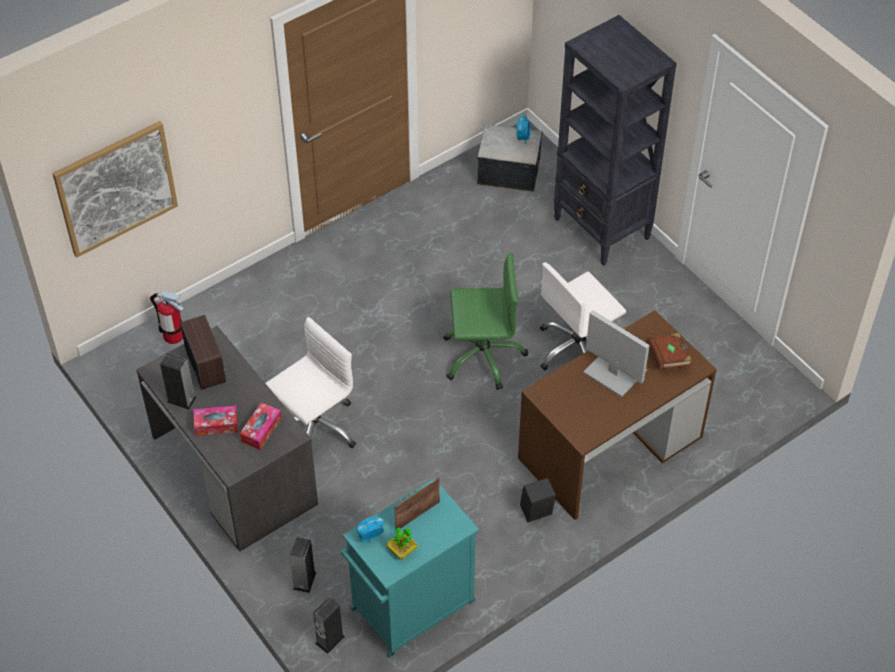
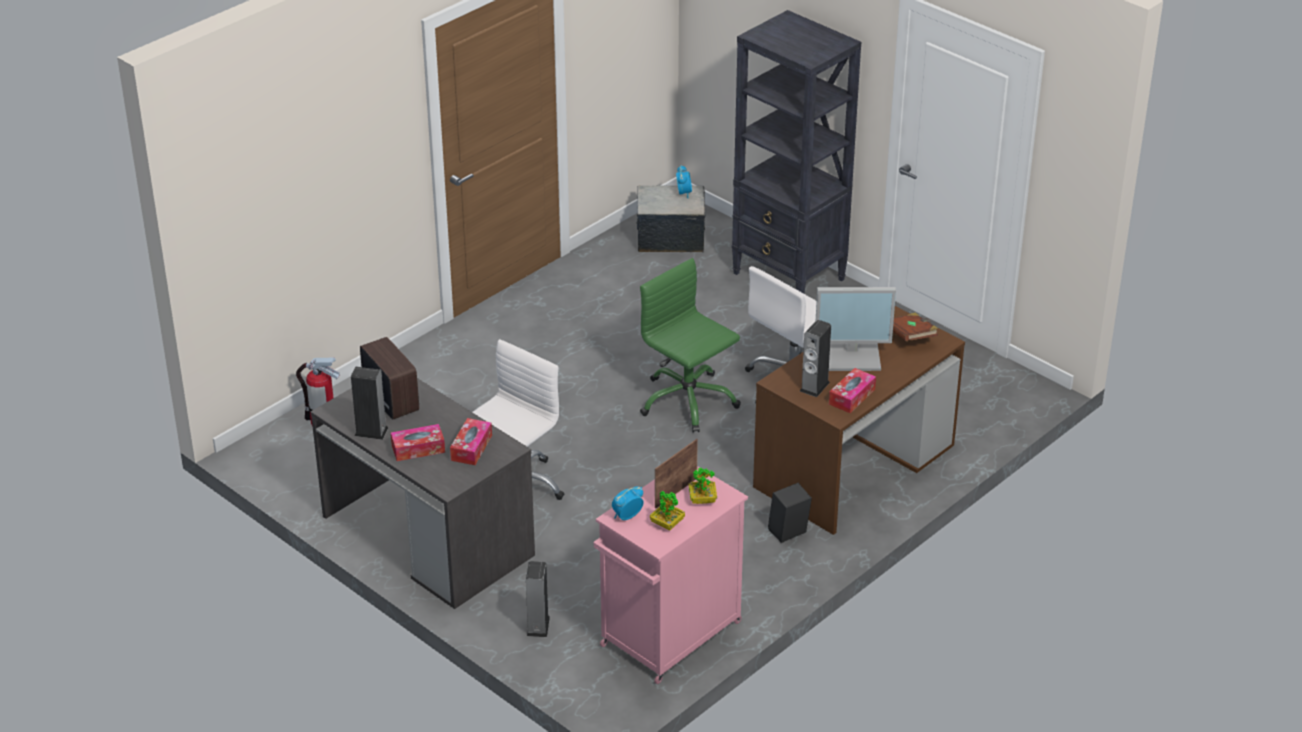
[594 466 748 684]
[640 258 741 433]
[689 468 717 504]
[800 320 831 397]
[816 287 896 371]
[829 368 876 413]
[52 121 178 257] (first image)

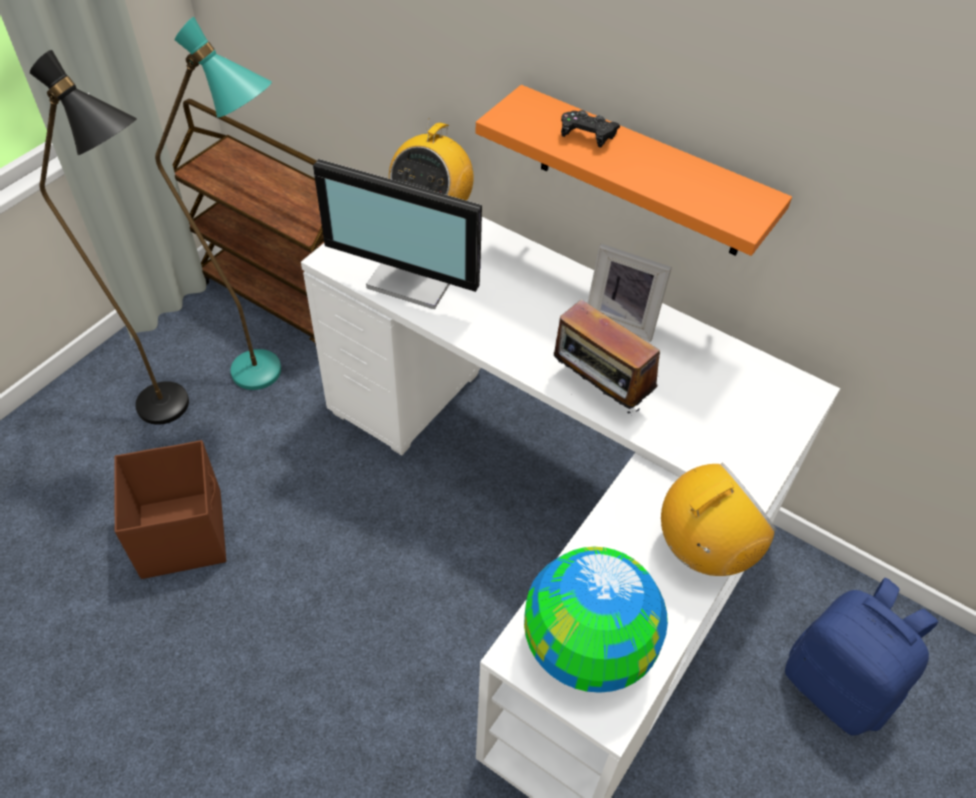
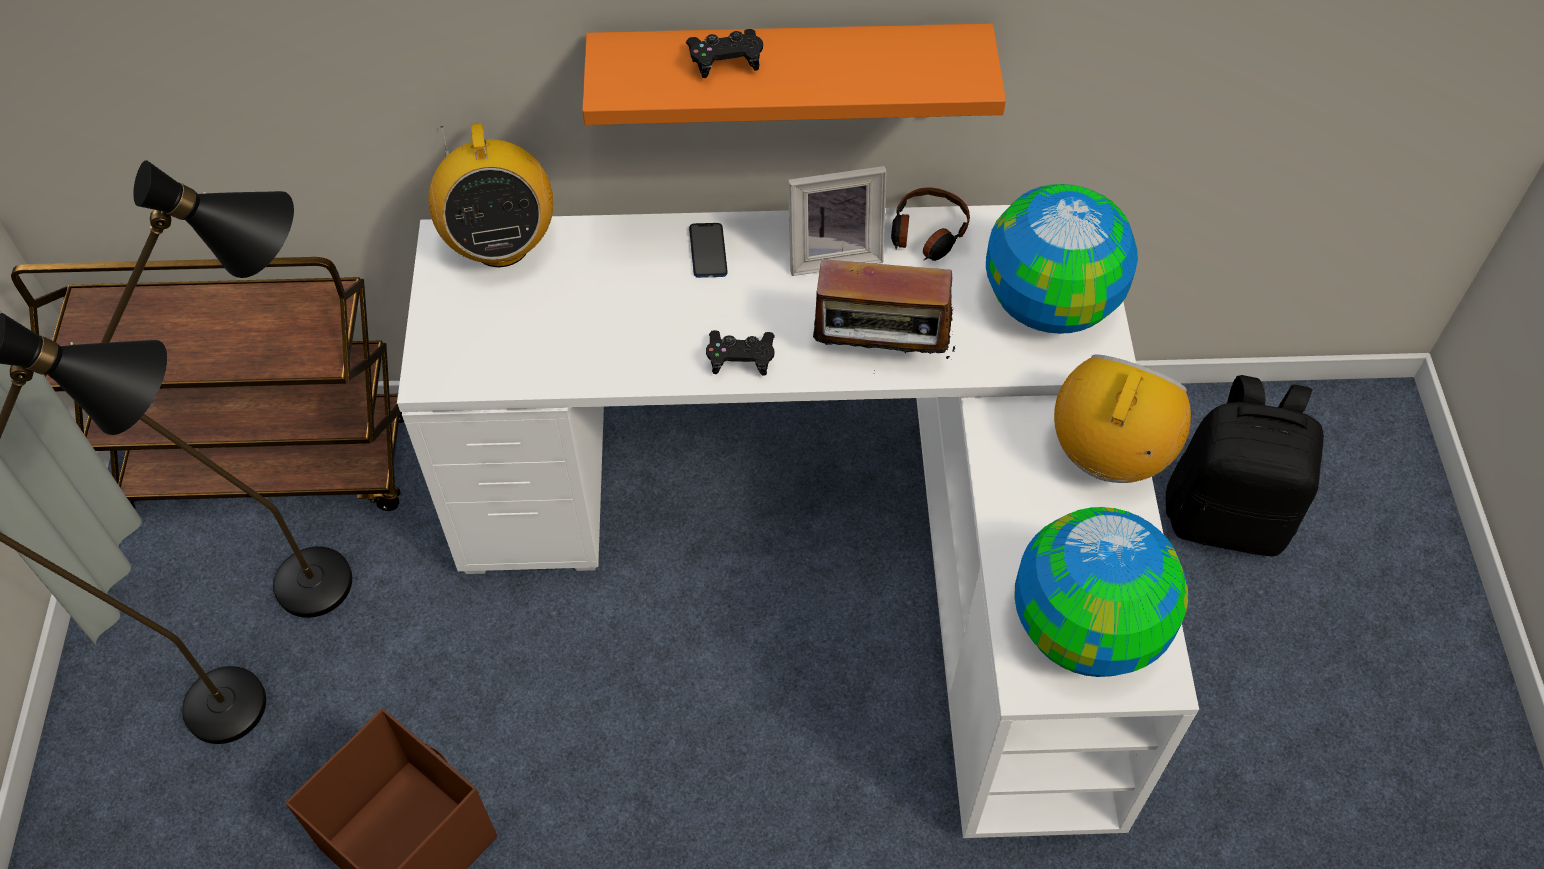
[101 160 352 618]
[689 223 728 278]
[706 330 775 376]
[891 187 970 261]
[986 184 1138 334]
[1166 375 1324 556]
[313 159 482 309] (first image)

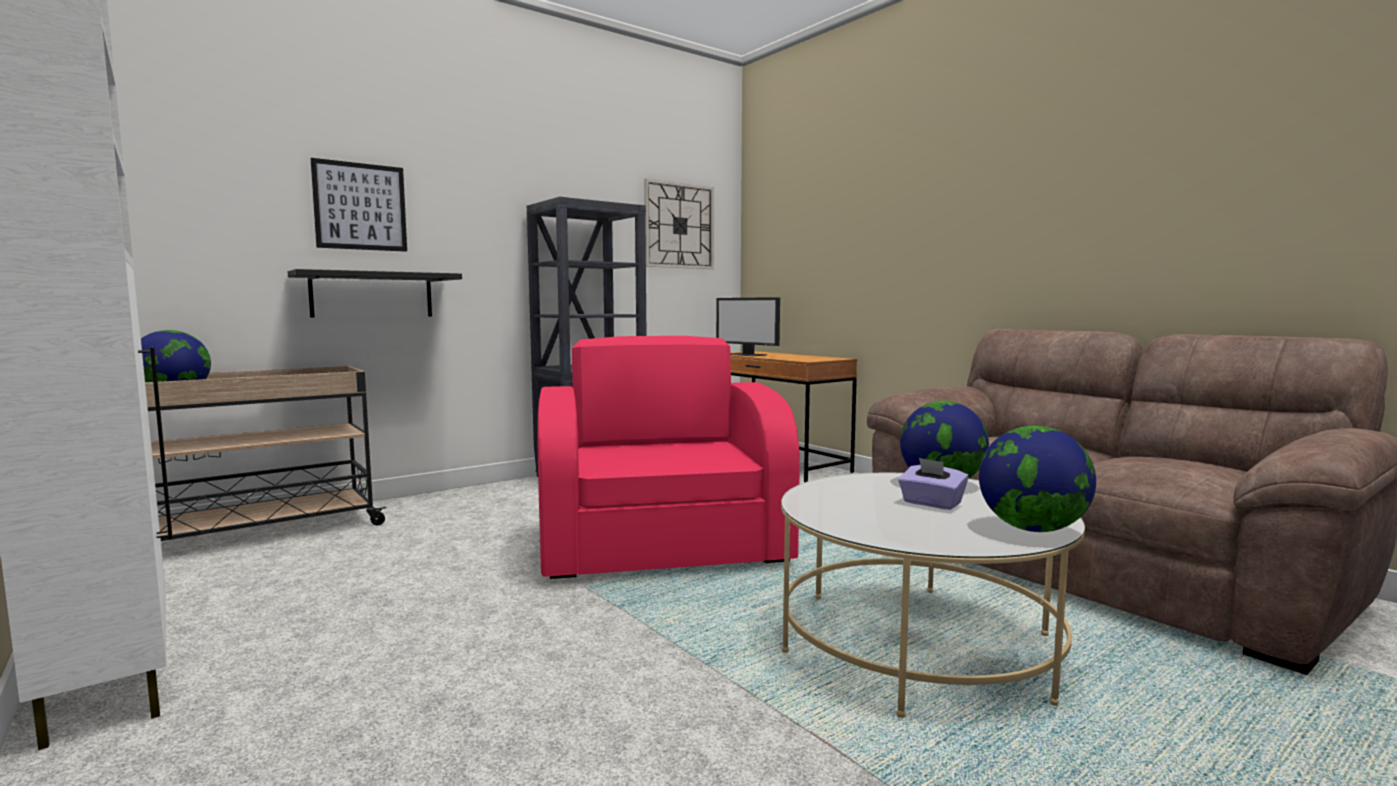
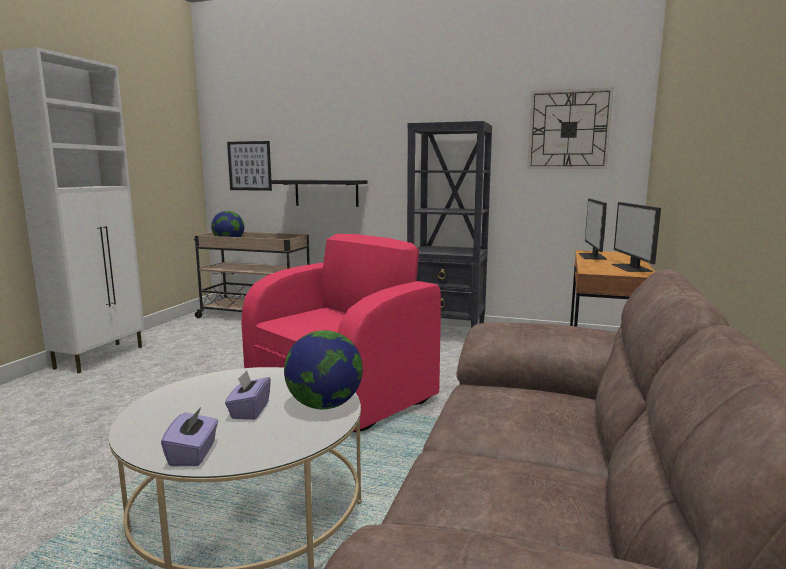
[161 406 218 466]
[227 141 272 191]
[612 202 661 272]

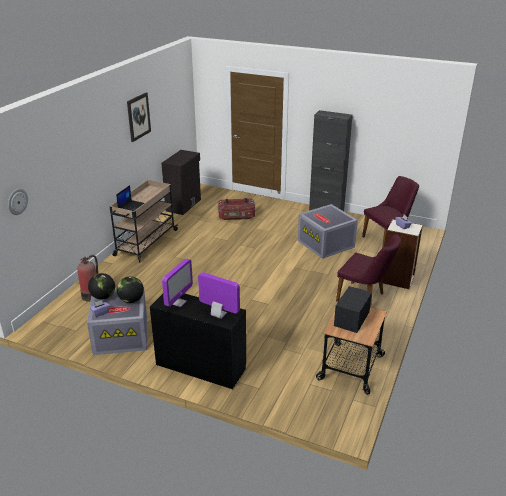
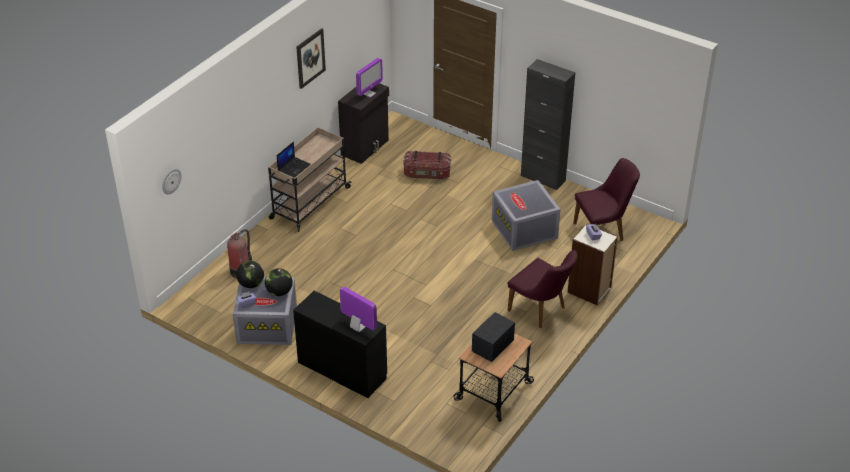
[356 58 383 97]

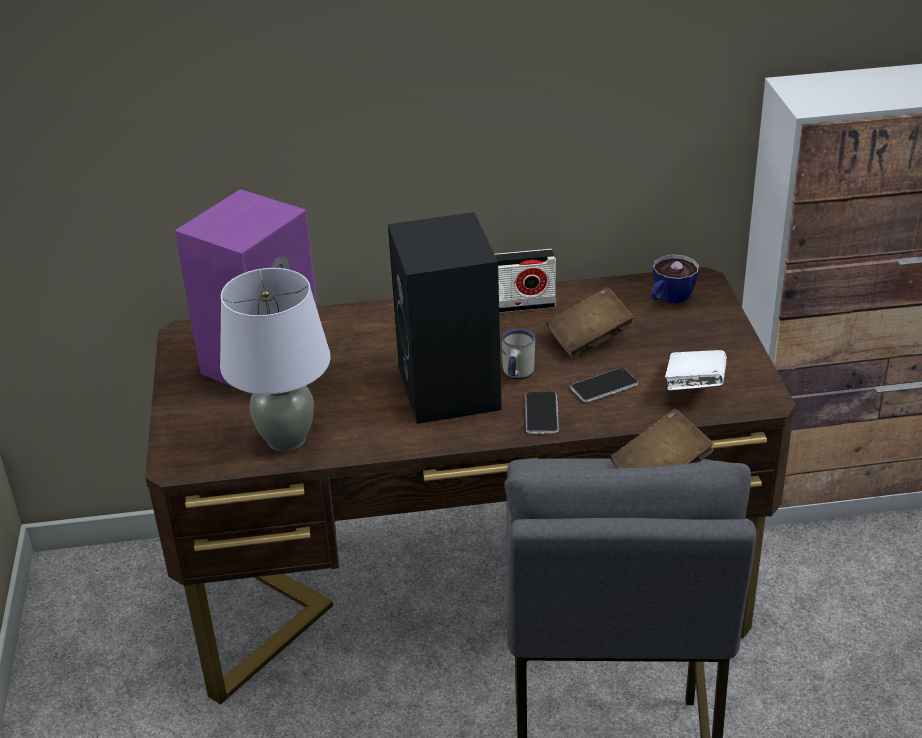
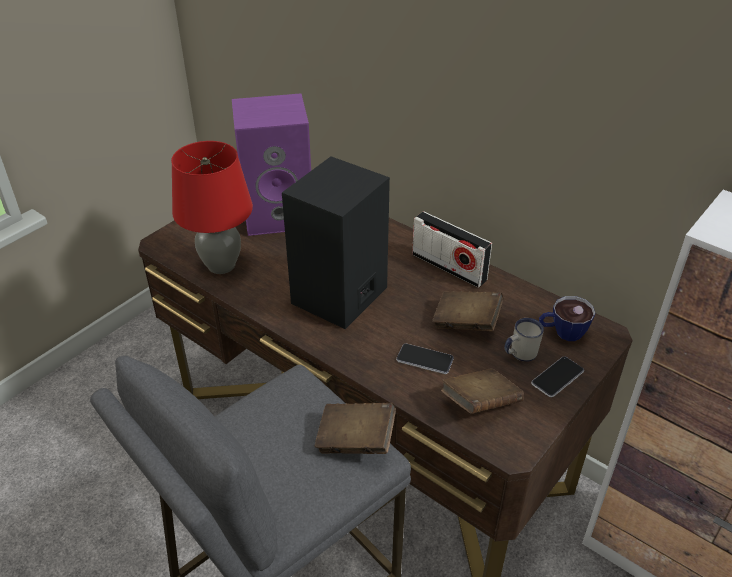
[171 141 253 274]
[441 369 524 414]
[504 318 544 362]
[531 357 584 397]

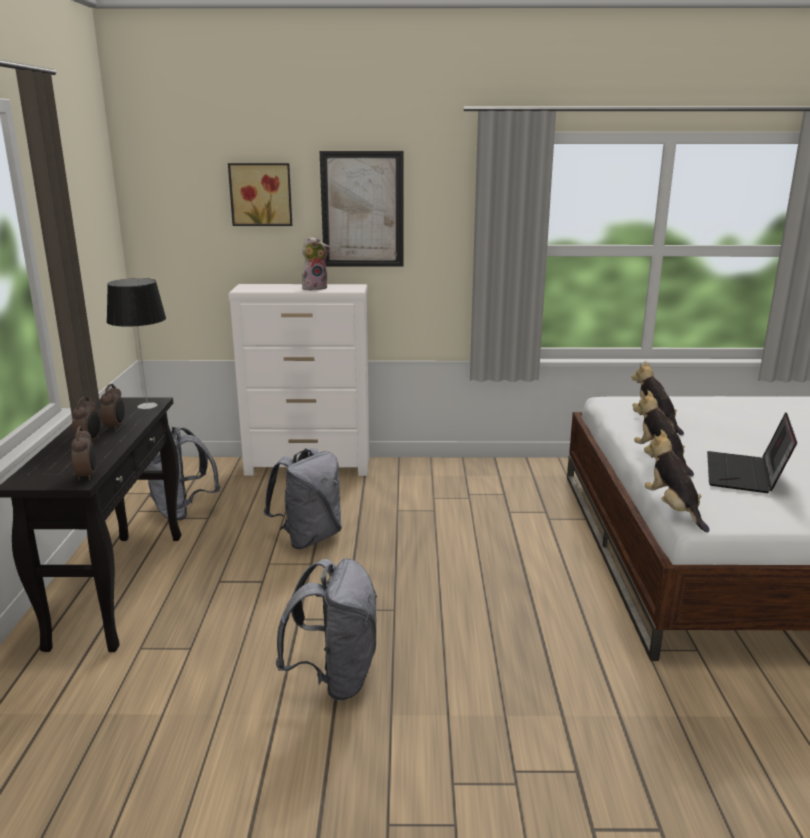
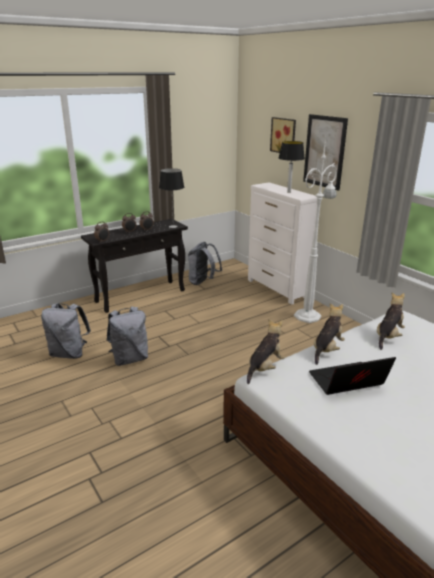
[41 303 91 359]
[278 141 305 193]
[294 137 337 323]

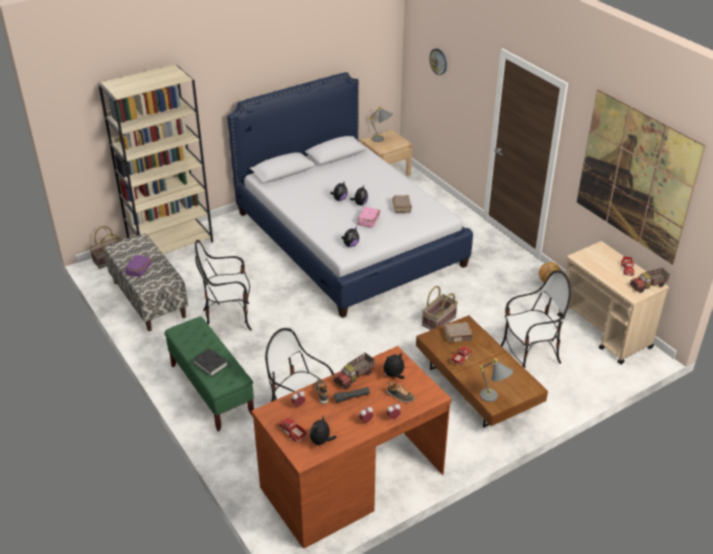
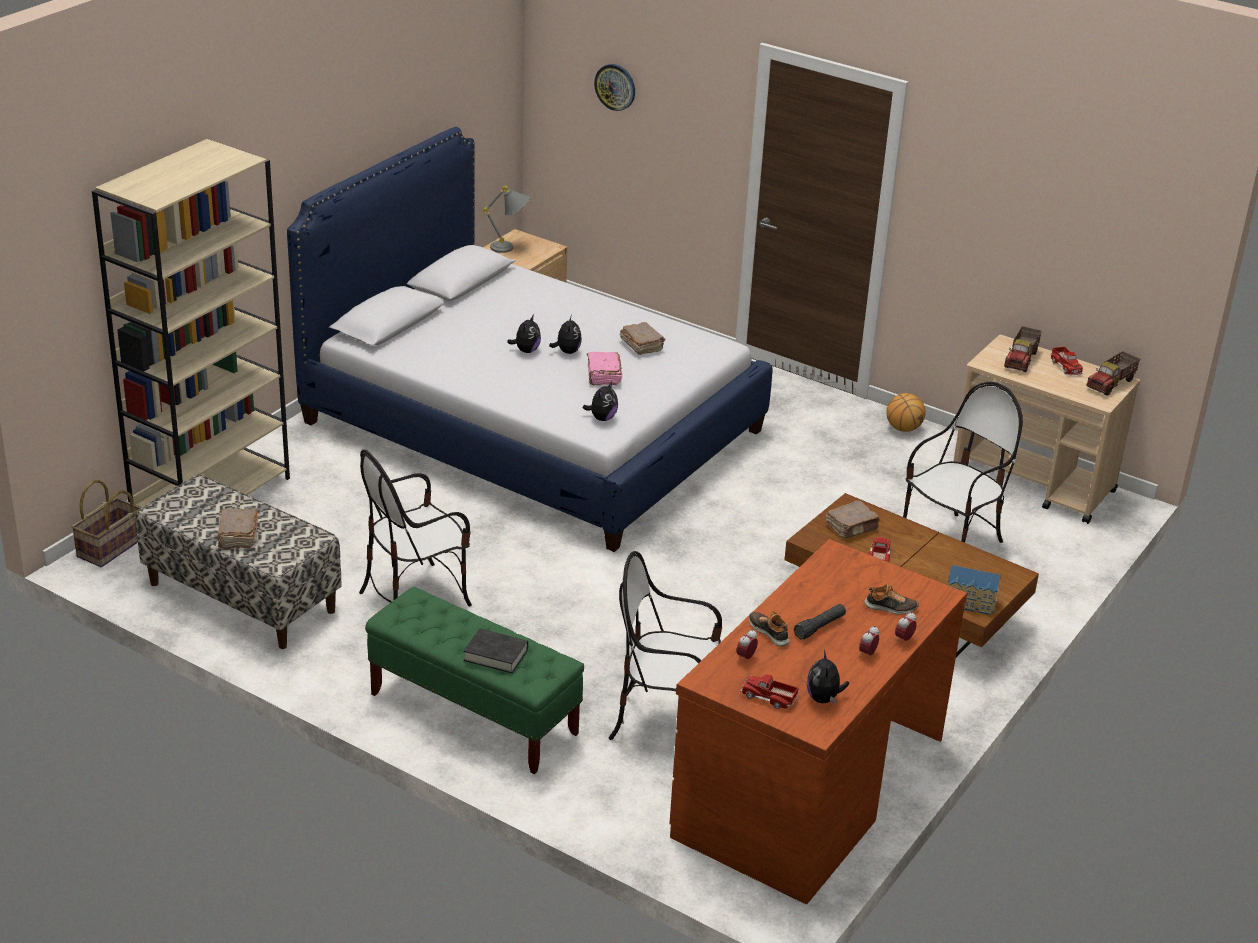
[218 508 258 548]
[948 565 1001 615]
[1004 326 1042 372]
[384 353 404 379] (first image)
[422 286 458 330] (first image)
[577 90 705 265] (first image)

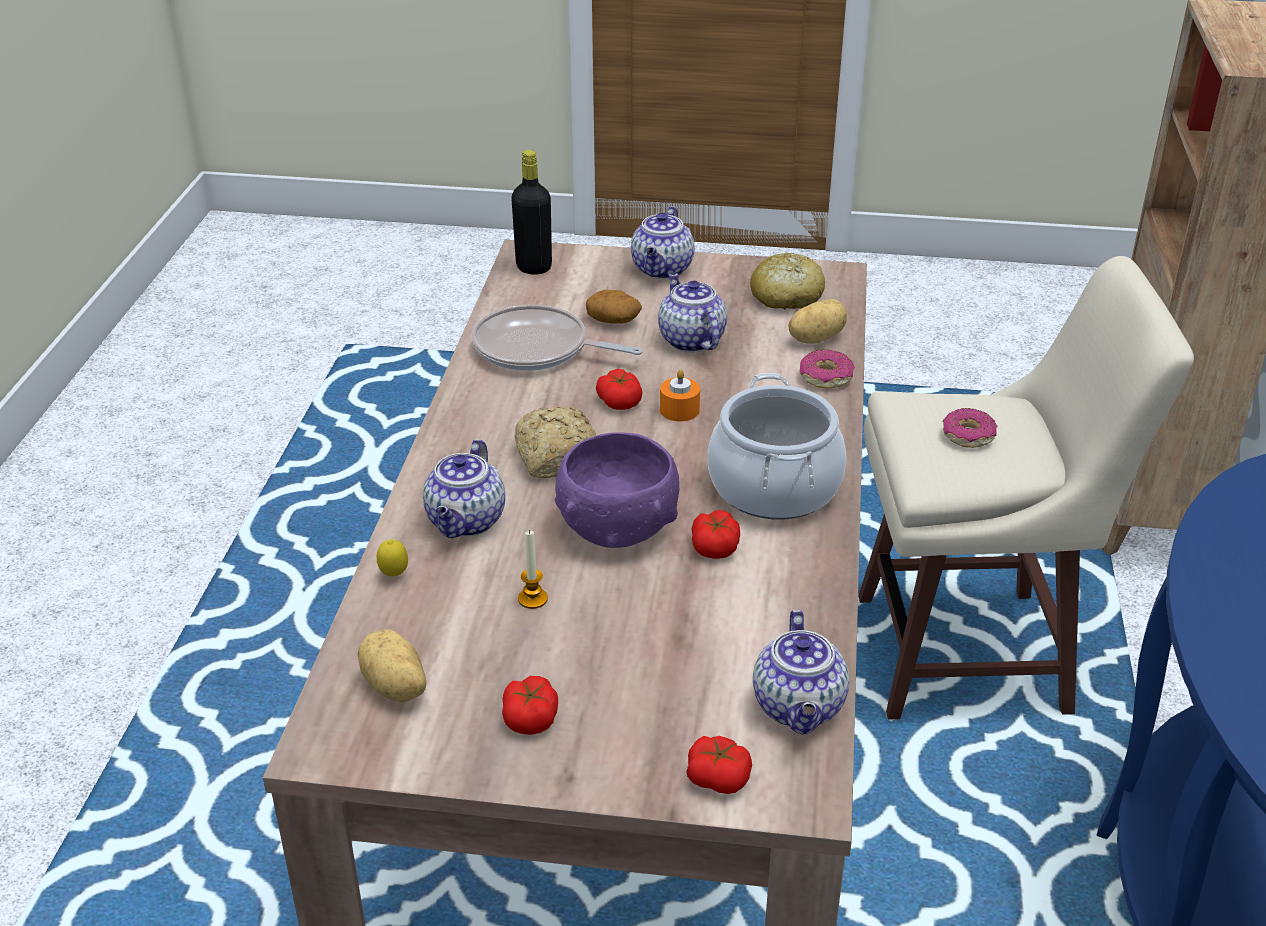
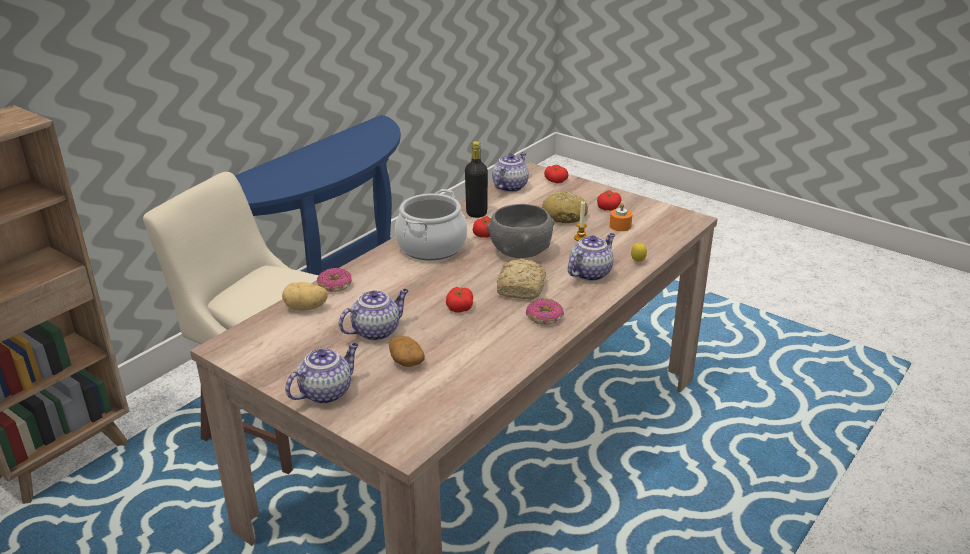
[339 289 409 341]
[465 141 488 218]
[487 204 555 258]
[526 299 564 325]
[542 191 588 224]
[610 203 632 231]
[358 629 426 702] (first image)
[472 304 643 371] (first image)

